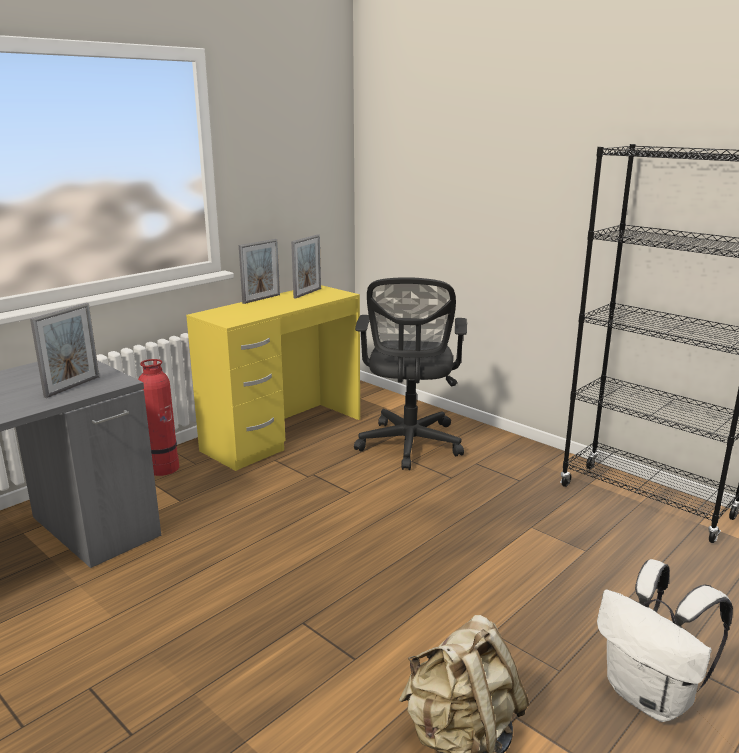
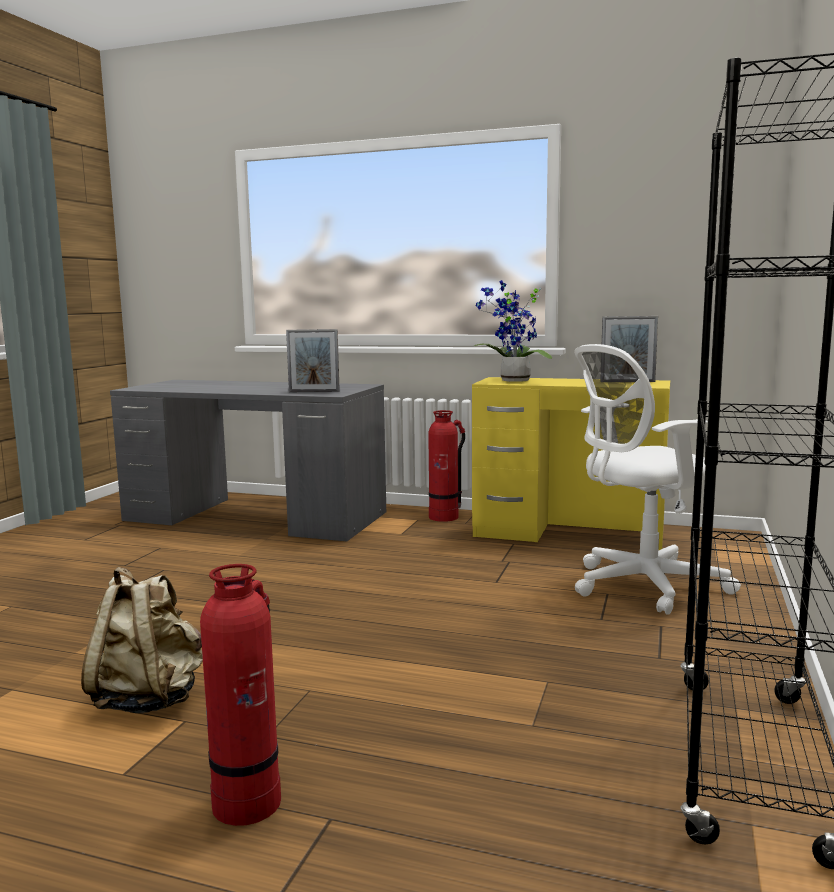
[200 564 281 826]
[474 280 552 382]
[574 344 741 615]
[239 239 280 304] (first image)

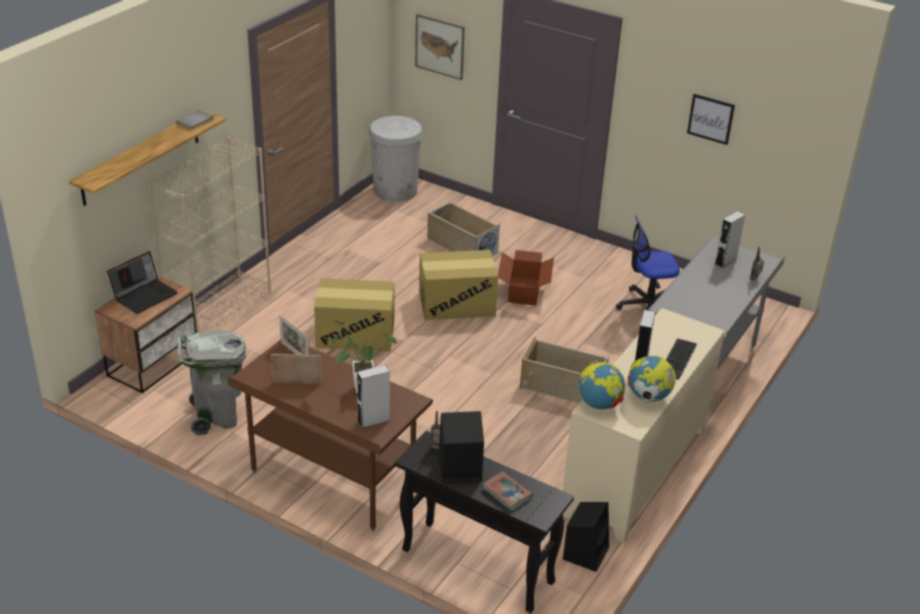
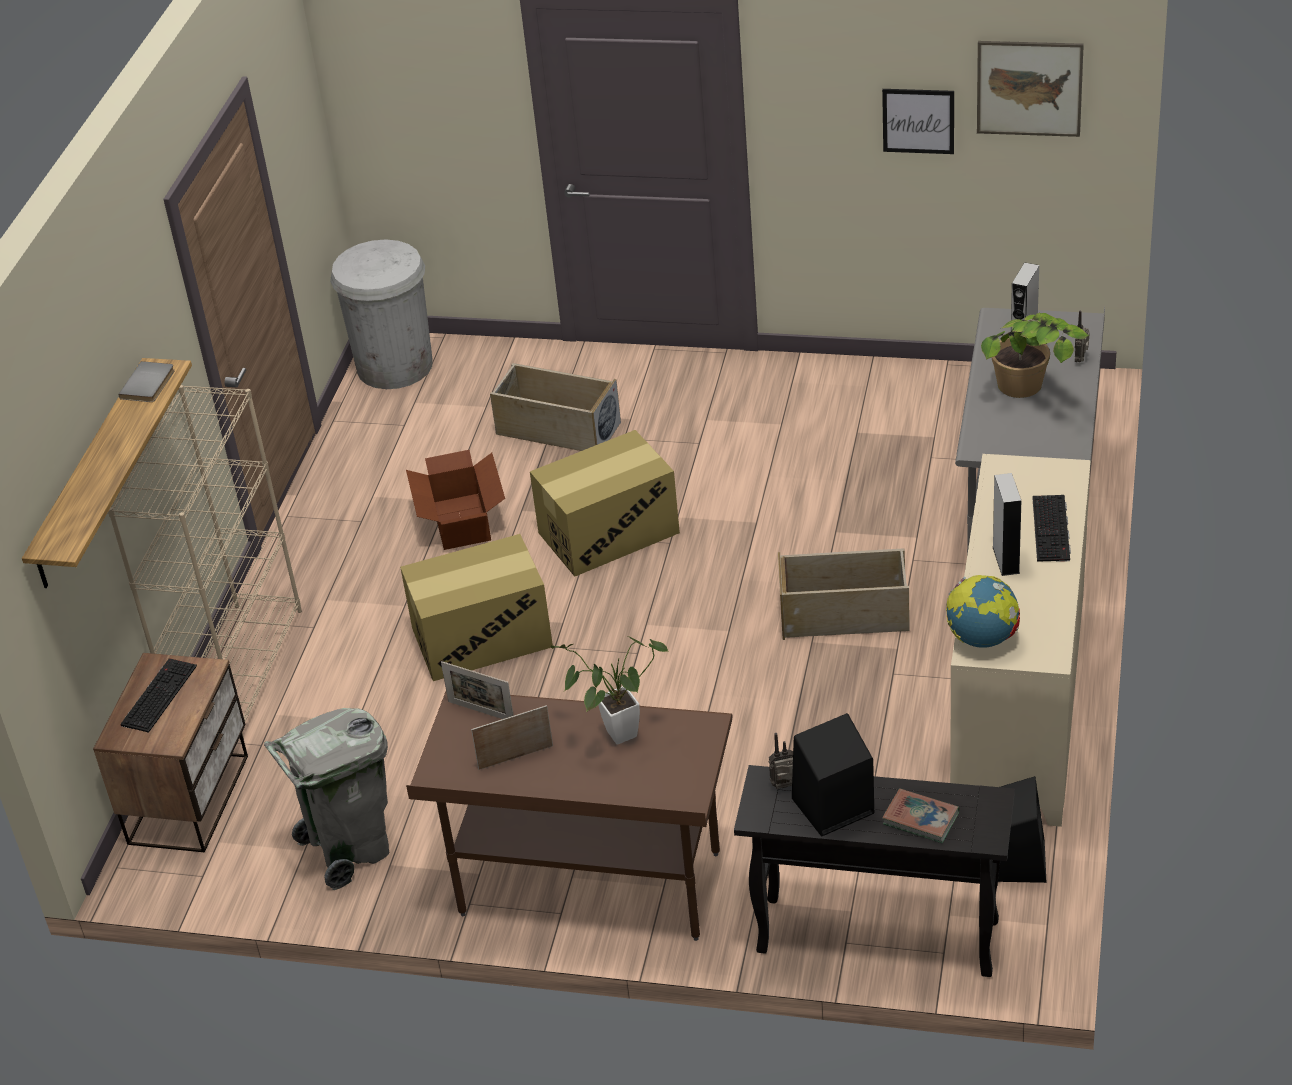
[120 658 197 733]
[406 450 505 550]
[977 41 1084 137]
[981 313 1090 398]
[357 365 390 429] (first image)
[616 215 680 310] (first image)
[628 356 676 403] (first image)

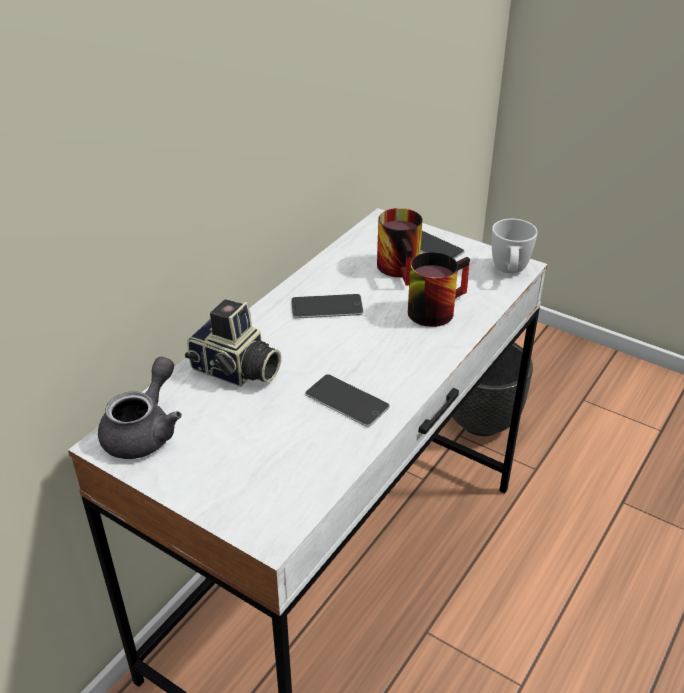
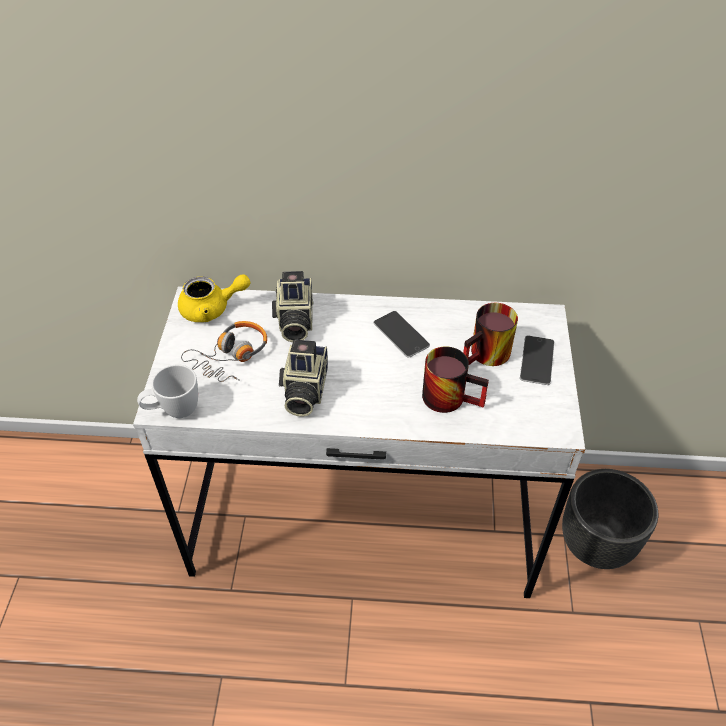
[137 364 198 418]
[178 274 251 322]
[181 321 267 382]
[279 339 328 417]

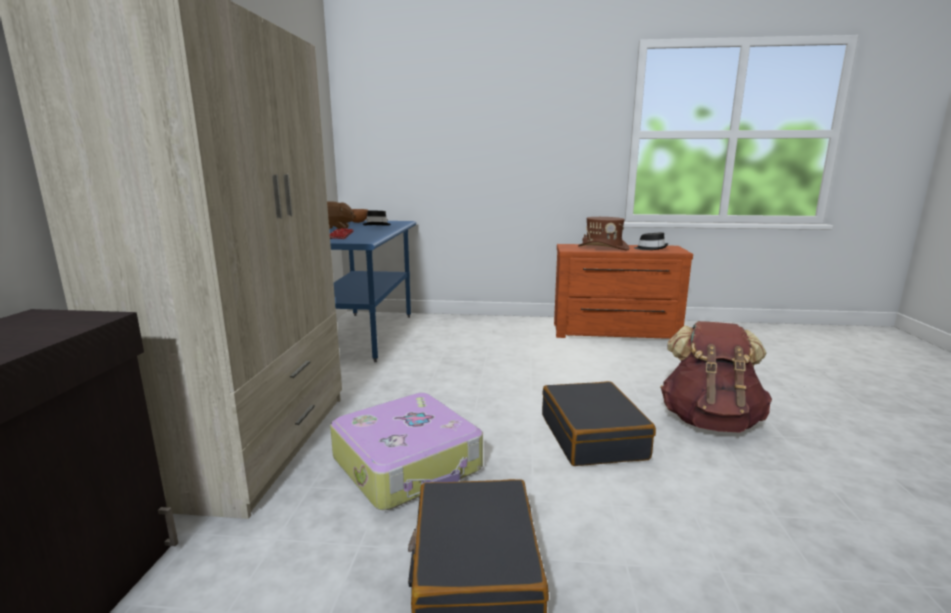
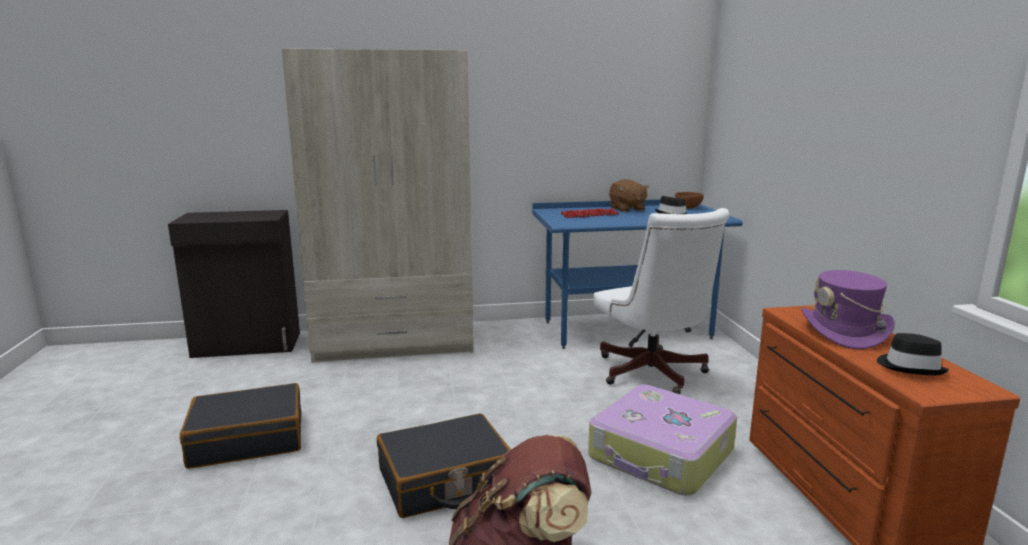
[588 384 737 495]
[594 208 729 394]
[802 270 895 349]

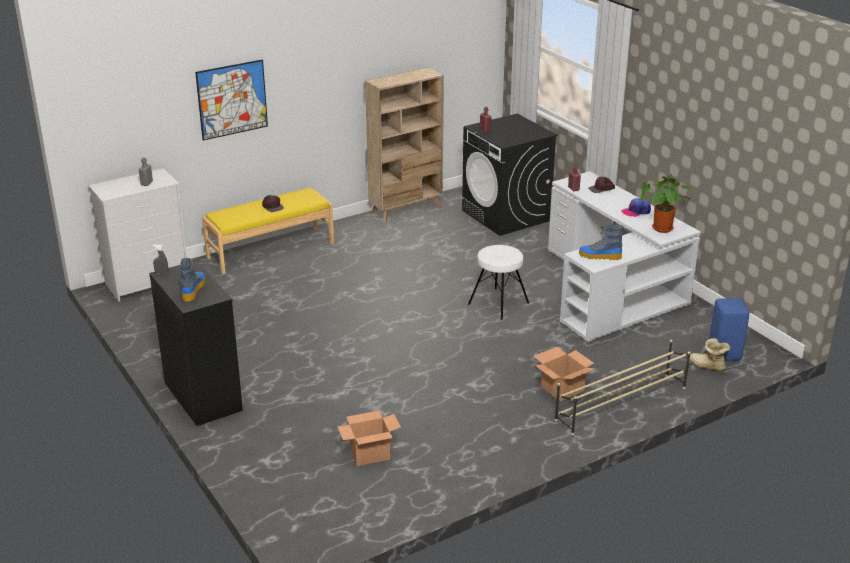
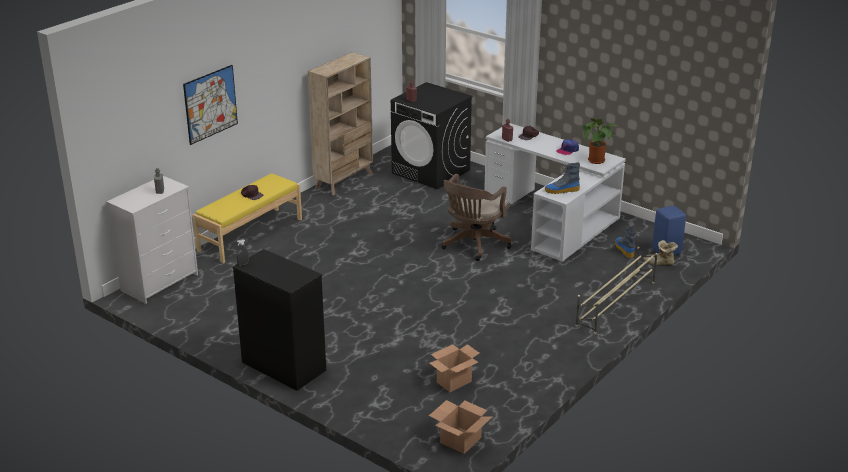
[429 400 493 454]
[441 174 512 261]
[615 227 637 258]

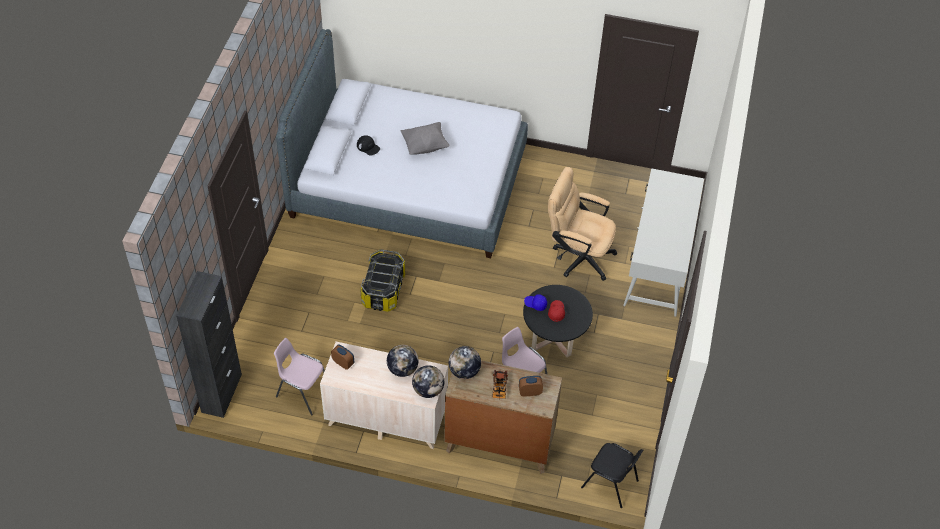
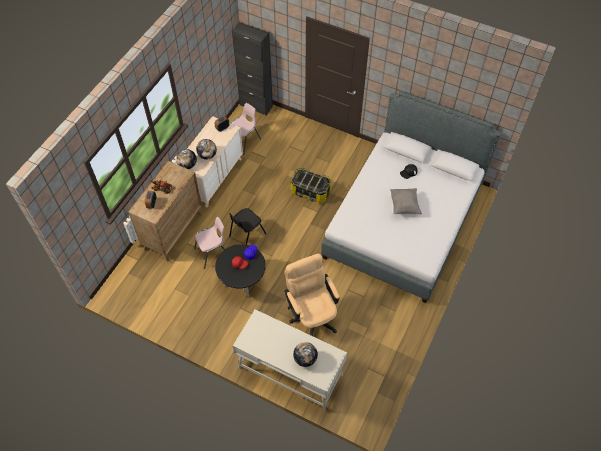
[229 208 266 245]
[284 253 339 336]
[293 342 318 367]

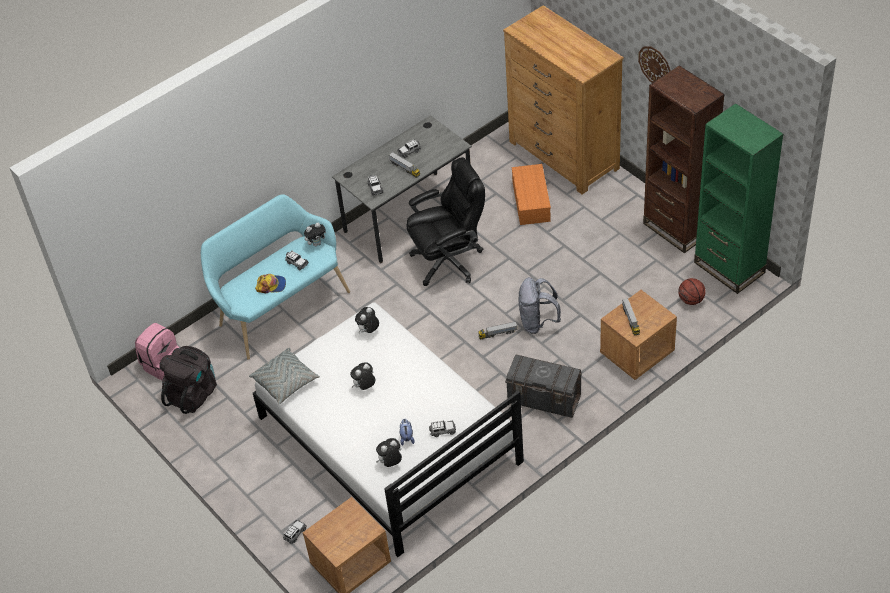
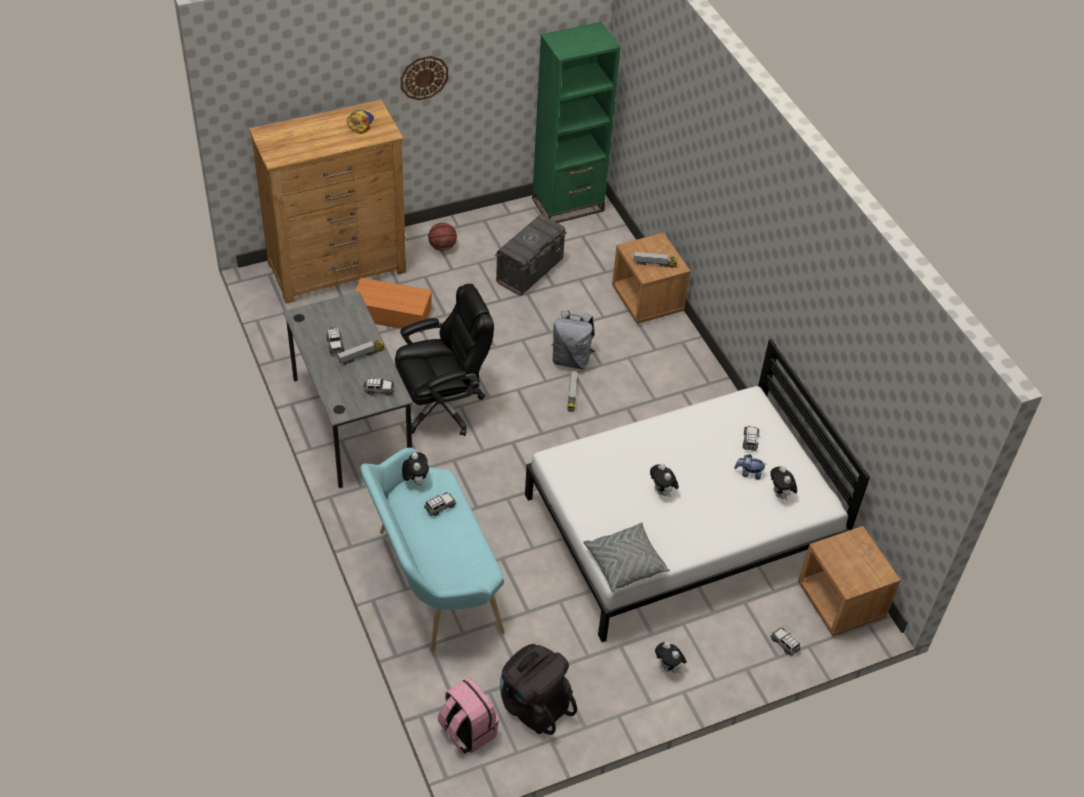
[347 110 374 134]
[395 284 494 436]
[428 223 457 251]
[495 214 567 296]
[655 642 687 674]
[643 65 725 253] (first image)

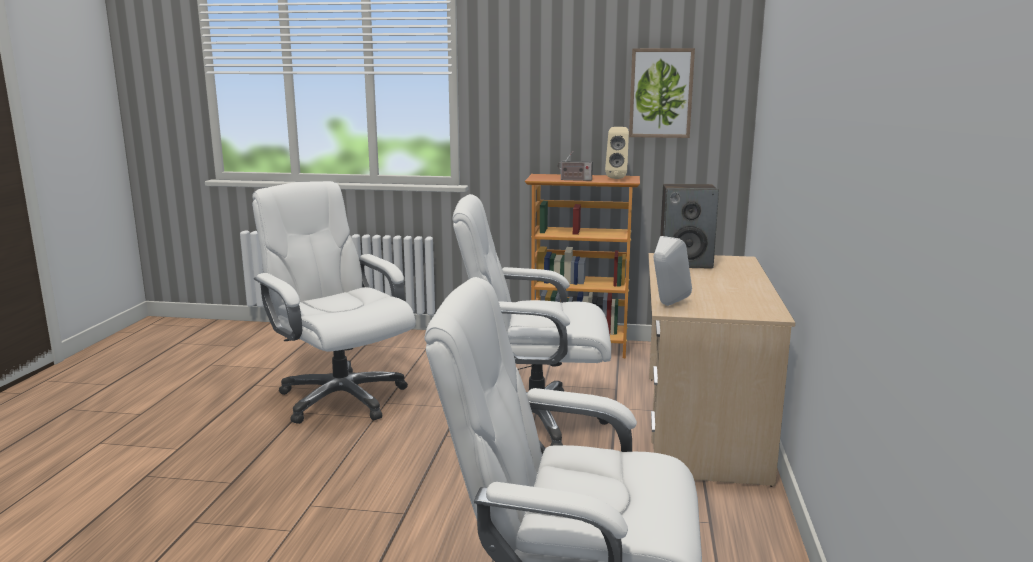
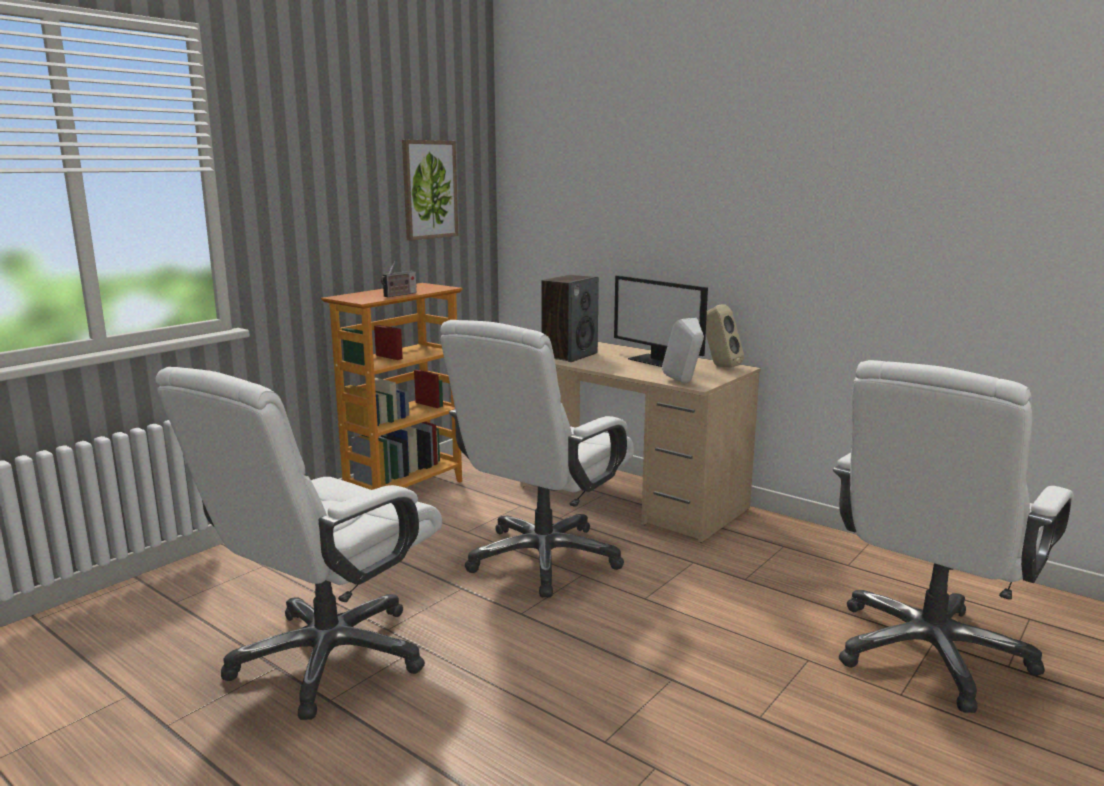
[155 367 442 720]
[614 275 708 367]
[706 304 744 368]

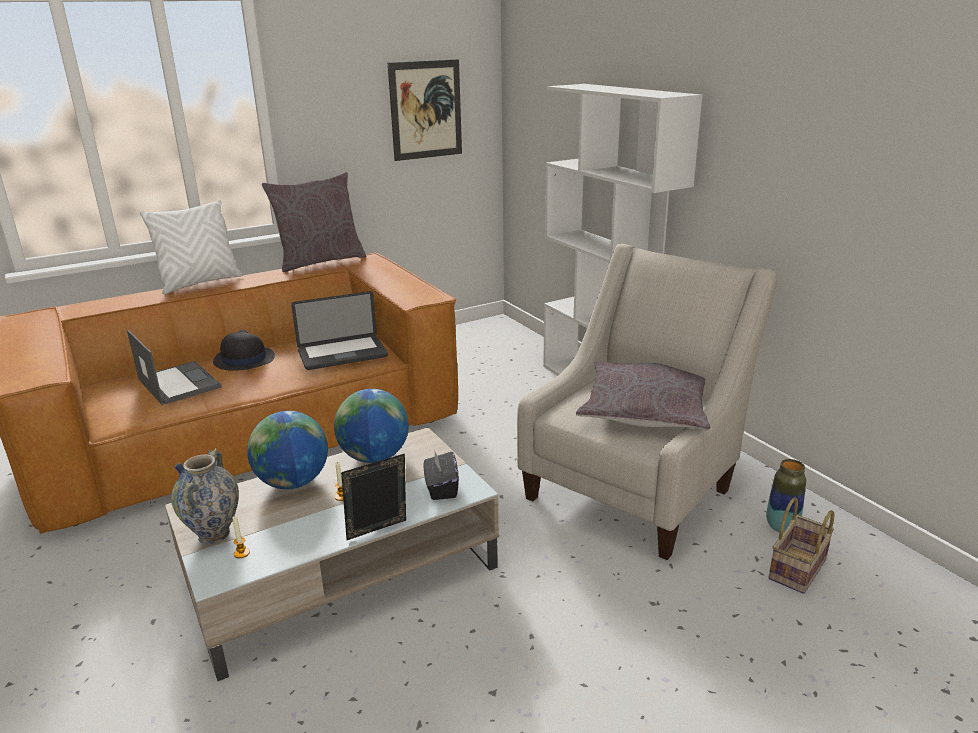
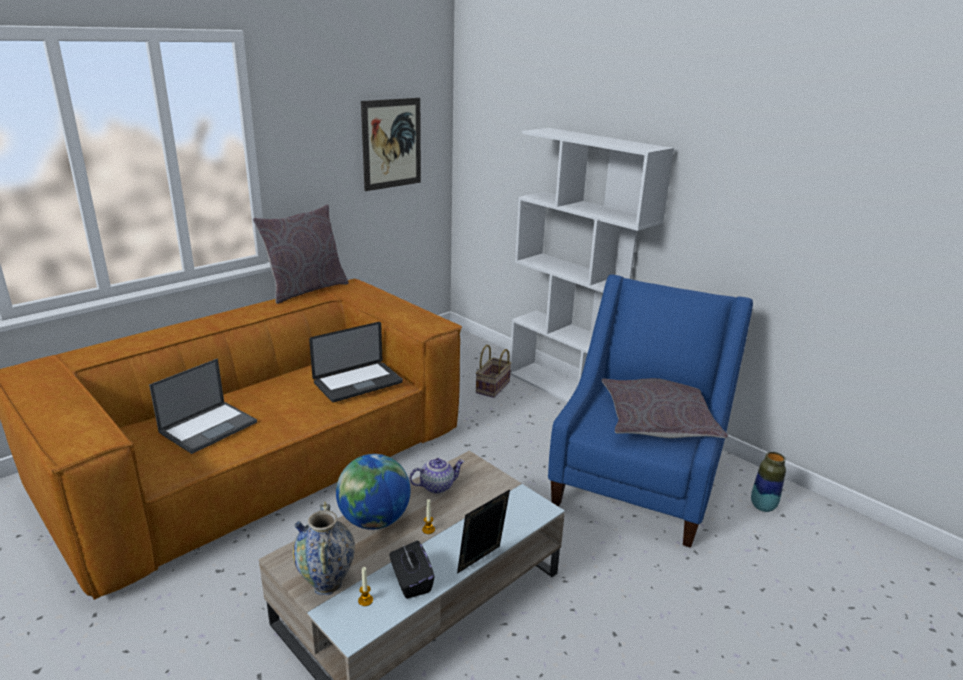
[149 359 257 454]
[389 541 435 599]
[409 458 465 494]
[476 345 511 398]
[548 274 753 548]
[140 200 242 294] (first image)
[213 330 275 371] (first image)

